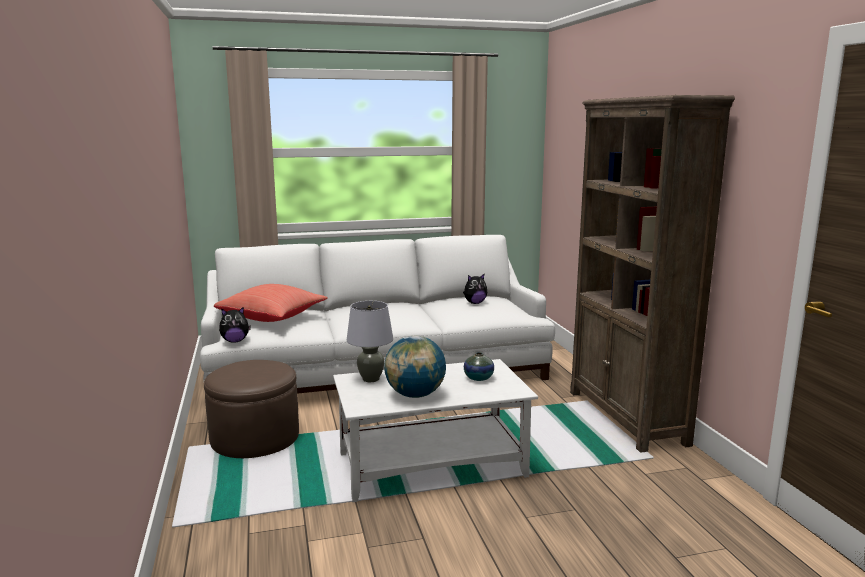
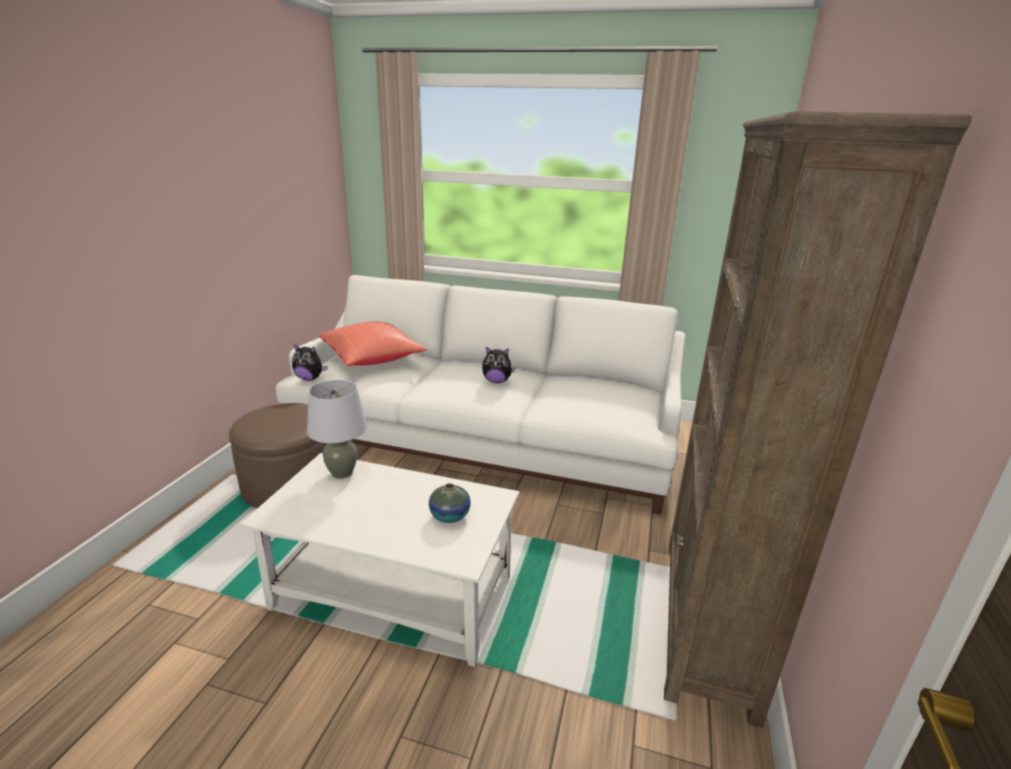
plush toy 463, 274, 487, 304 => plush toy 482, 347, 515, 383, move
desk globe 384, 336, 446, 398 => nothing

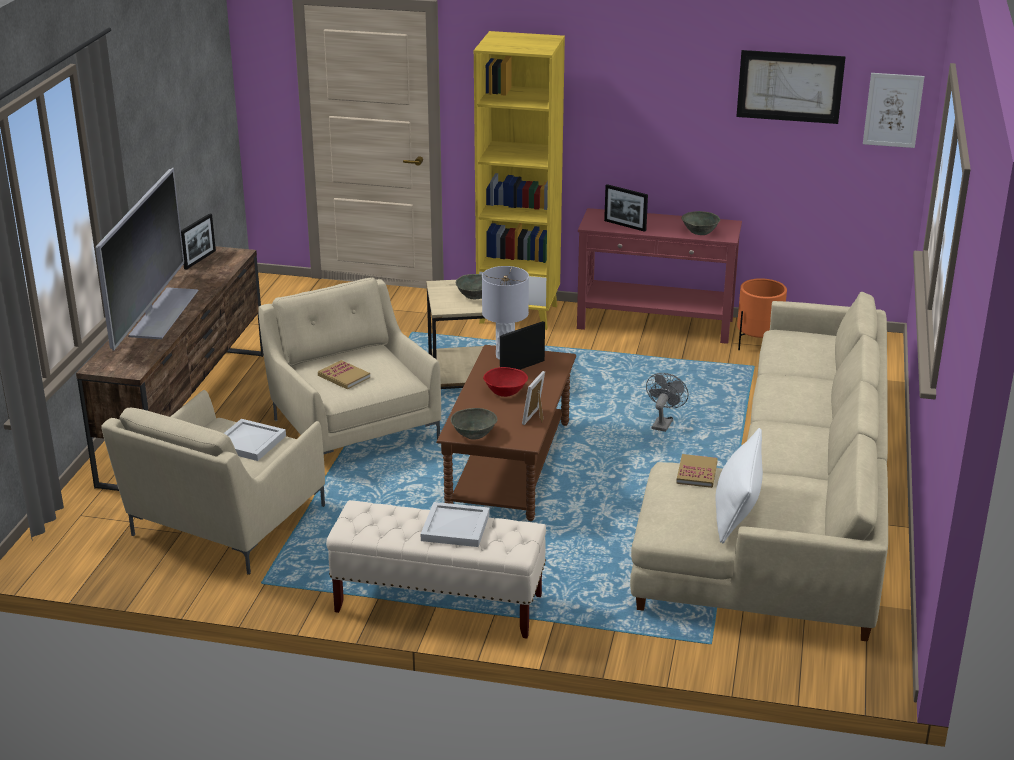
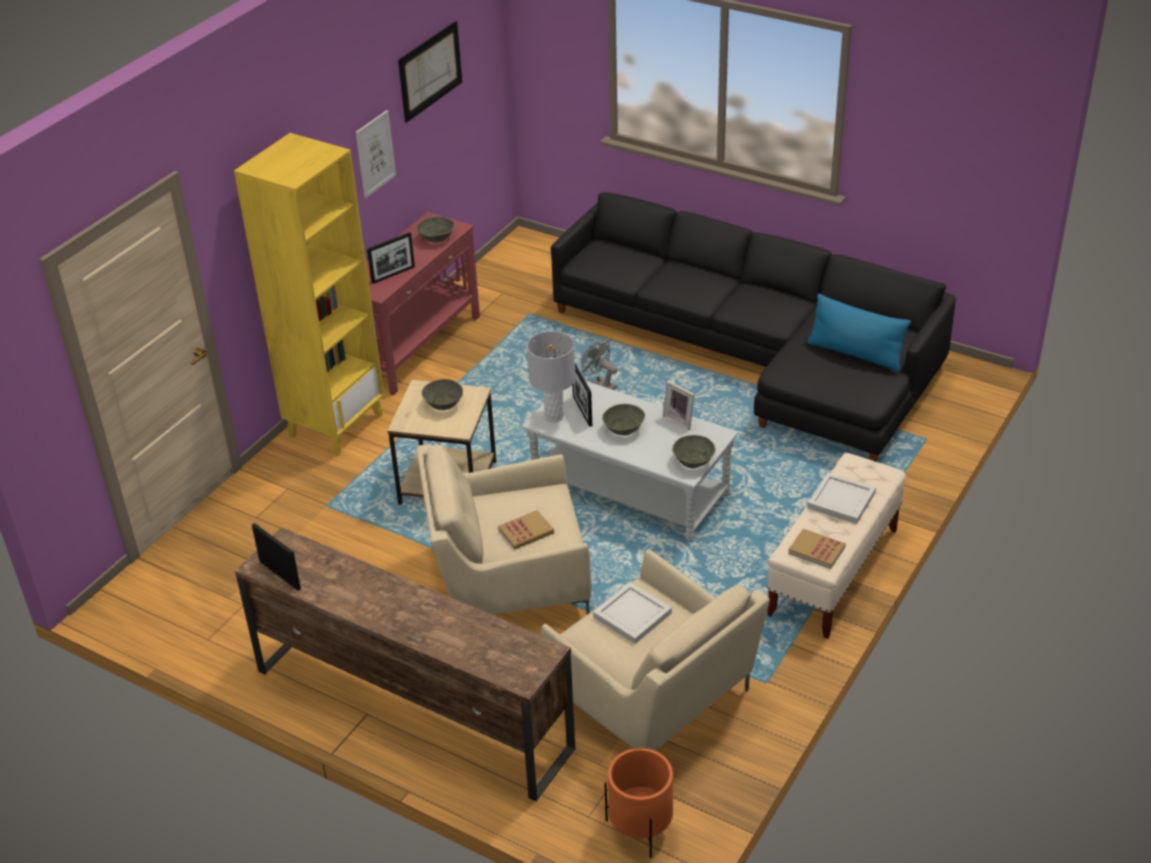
picture 863, 73, 924, 148 => picture 356, 110, 396, 198, move
coffee table in brown 436, 345, 576, 521 => coffee table in grey 521, 381, 738, 542
couch in sand-coloured 630, 292, 888, 642 => couch in black-coloured 551, 192, 956, 462
deep dish in reddish 483, 367, 528, 397 => deep dish in grey 602, 404, 645, 436
plant pot in orangey 737, 278, 787, 350 => plant pot in orangey 604, 748, 673, 858, move
volume 676, 454, 718, 488 => volume 788, 529, 846, 569, move
pillow in white 715, 428, 763, 544 => pillow in bluish 807, 294, 911, 372
TV set 96, 168, 199, 351 => nothing

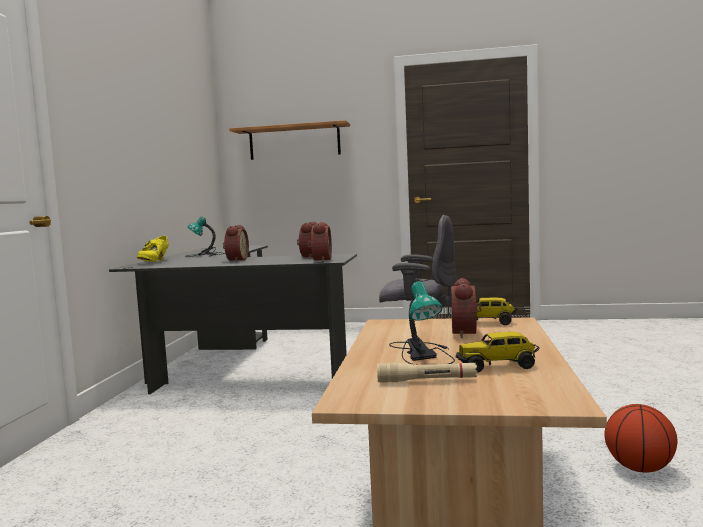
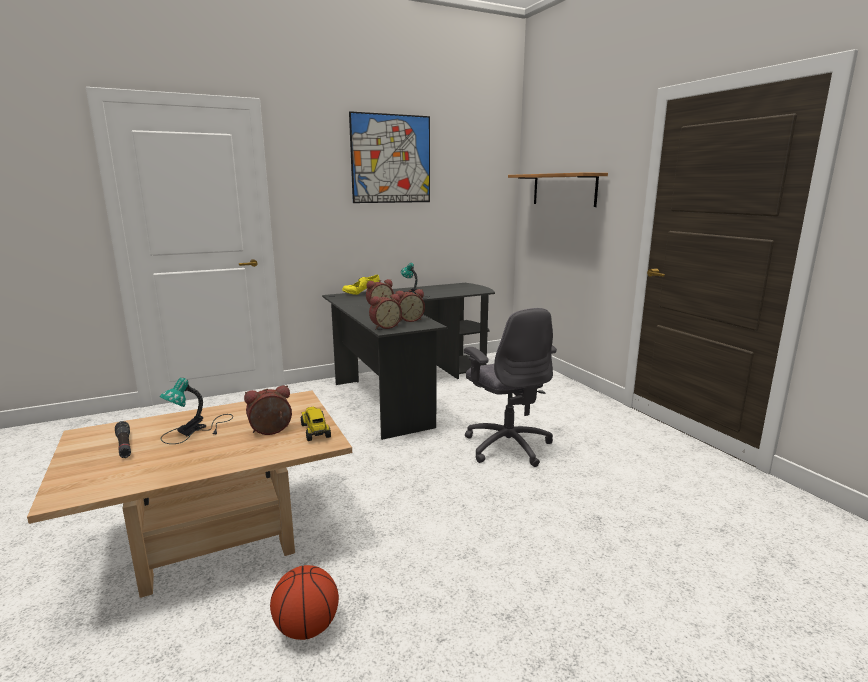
hand torch in sand-coloured 377, 363, 477, 383 => hand torch in black-coloured 115, 421, 131, 458
nothing => picture 349, 111, 430, 203
toy lorry 456, 332, 540, 373 => nothing

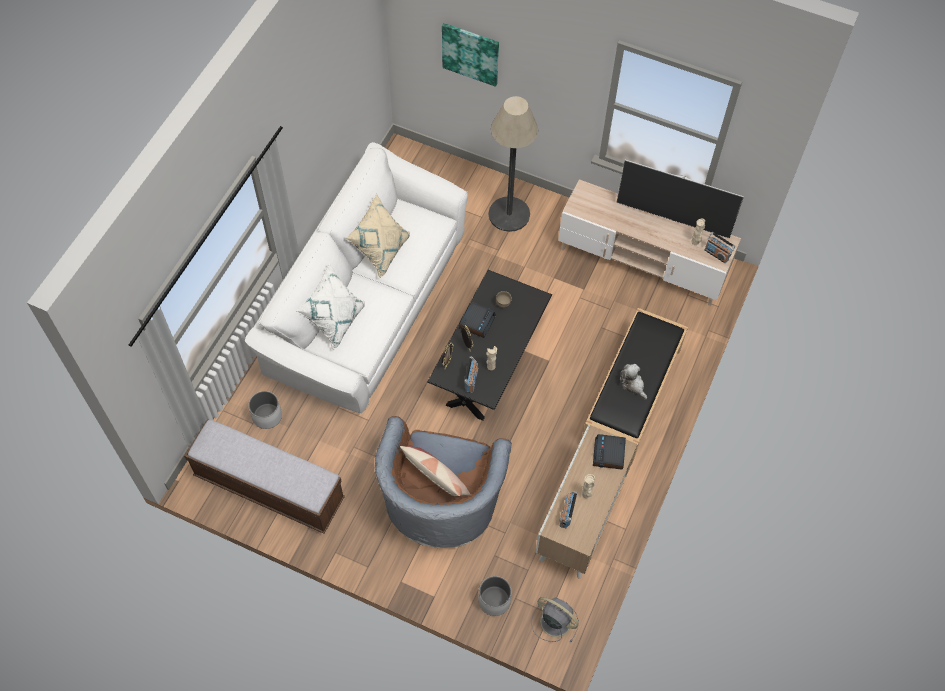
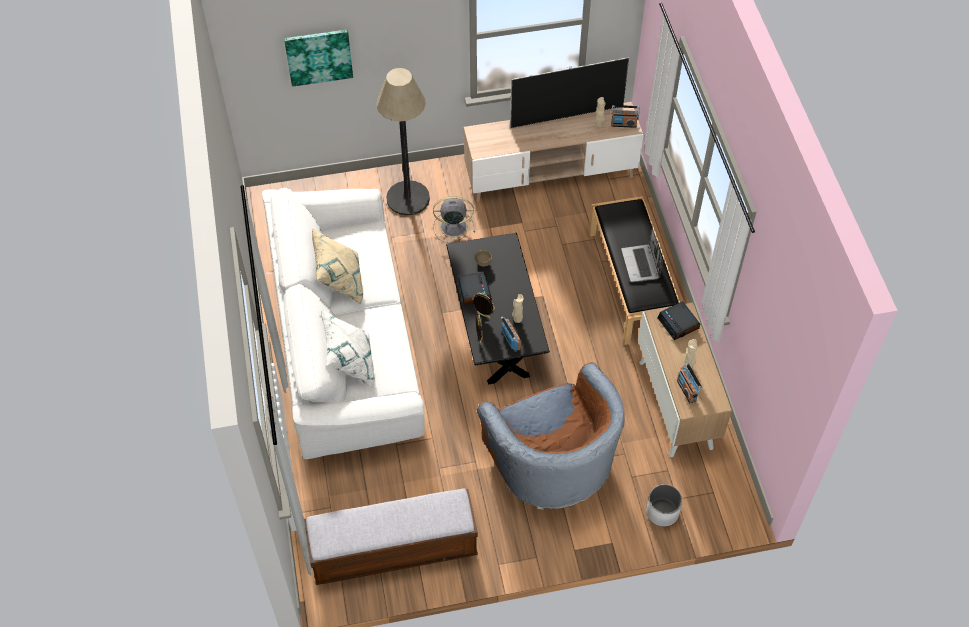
electric fan in grey 531, 597, 579, 642 => electric fan in grey 433, 196, 475, 243, move
plush toy 620, 364, 647, 400 => portable computer 621, 227, 663, 282
plant pot in white 249, 391, 282, 429 => nothing
pillow 400, 446, 470, 496 => nothing

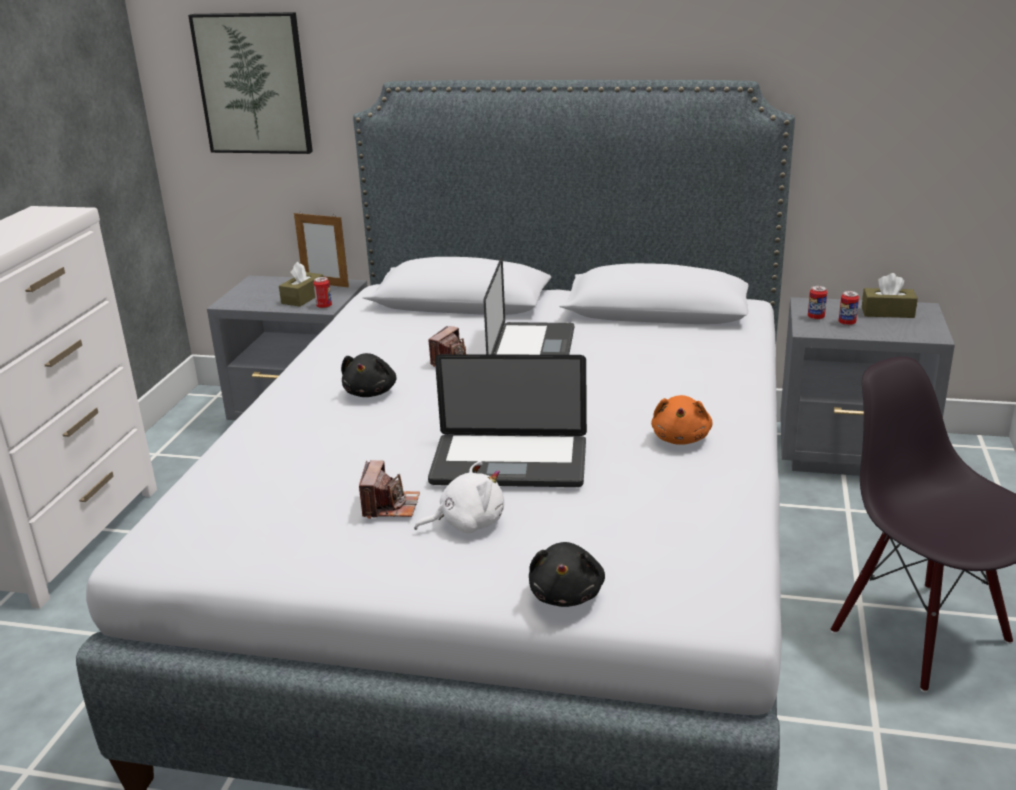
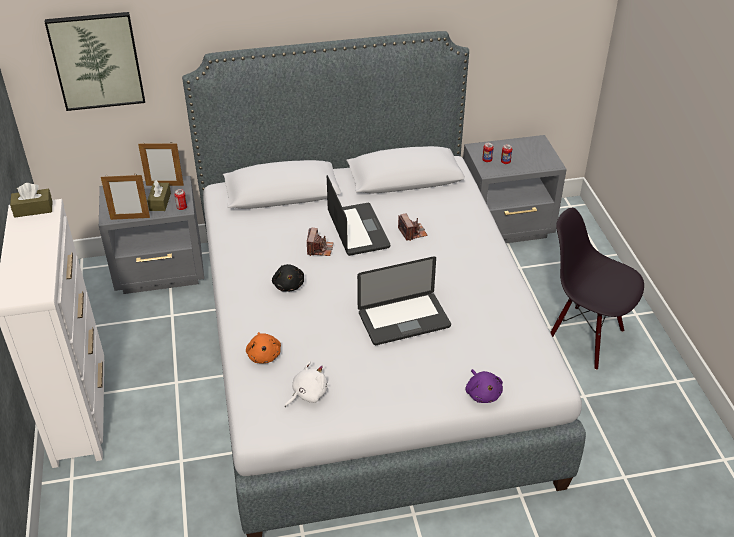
box of tissues in brown 862, 273, 918, 318 => box of tissues in brown 10, 183, 52, 218, move
nothing => picture frame 101, 175, 150, 220
plush toy in orangey 651, 395, 713, 445 => plush toy in orangey 246, 332, 281, 363, move
plush toy in white 414, 460, 504, 533 => plush toy in white 285, 362, 328, 407, move
still camera 359, 460, 420, 519 => still camera 398, 213, 428, 241, move
plush toy in black-coloured 529, 542, 605, 607 => plush toy in purple-coloured 465, 369, 503, 403

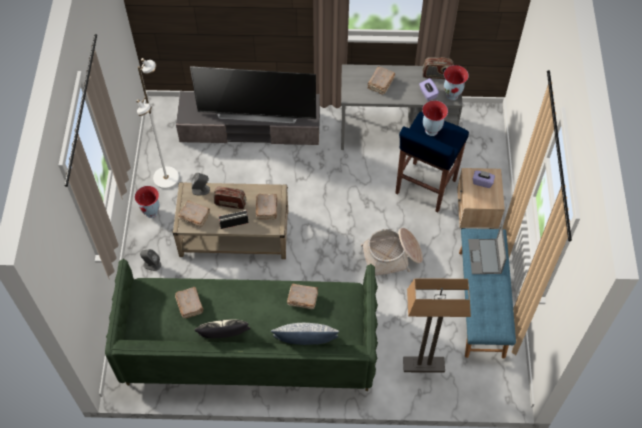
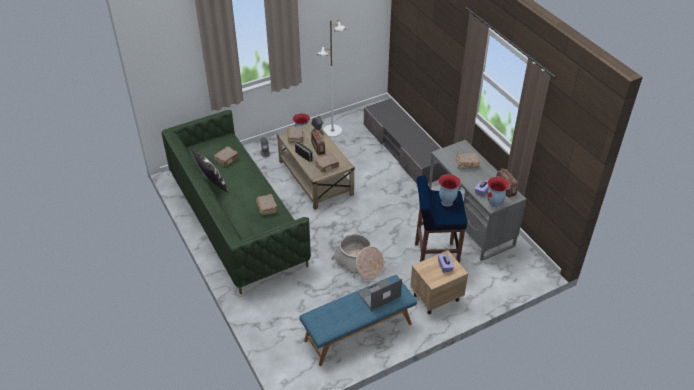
TV set 190, 66, 316, 123 => nothing
pillow 271, 323, 339, 345 => nothing
floor lamp 403, 278, 471, 373 => nothing

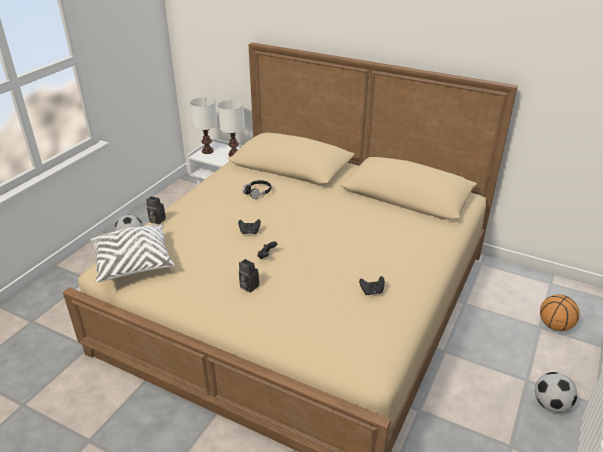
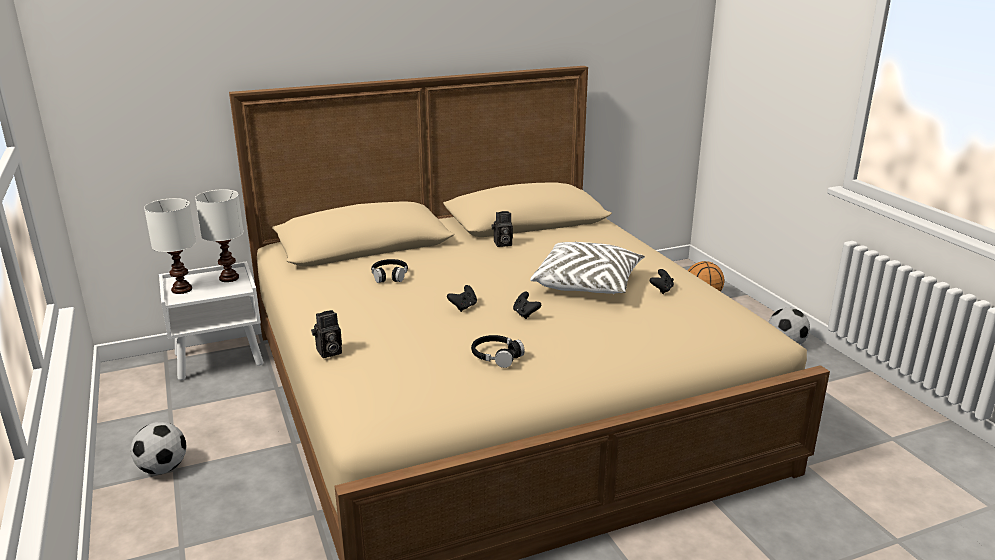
nothing => pair of headphones in black-coloured 471, 335, 525, 368
still camera 239, 259, 259, 292 => still camera 492, 211, 513, 247, move
pillow in white 90, 224, 175, 282 => pillow in white 530, 242, 645, 294, move

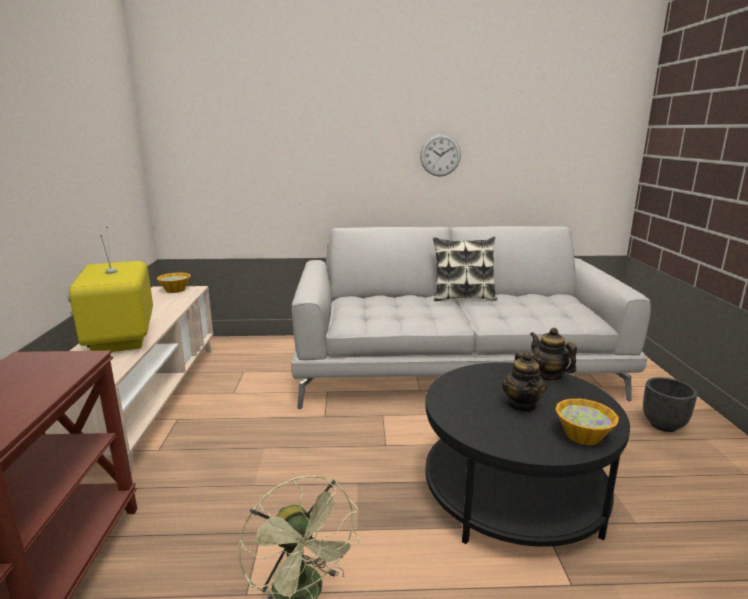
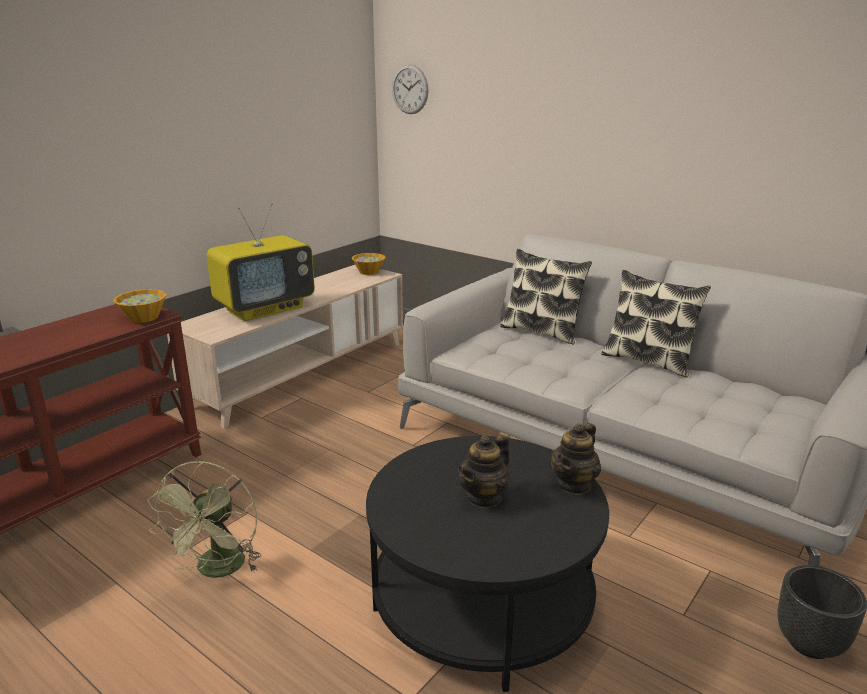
deep dish 555, 399, 619, 445 => deep dish 114, 289, 166, 323, move
TV set 67, 226, 153, 352 => TV set 206, 203, 315, 321, 150 degrees counterclockwise
hanging clock 420, 134, 461, 177 => hanging clock 392, 64, 429, 114, move
nothing => pillow 500, 249, 592, 345
tea pot 530, 327, 577, 382 => tea pot 550, 423, 601, 495, 150 degrees counterclockwise

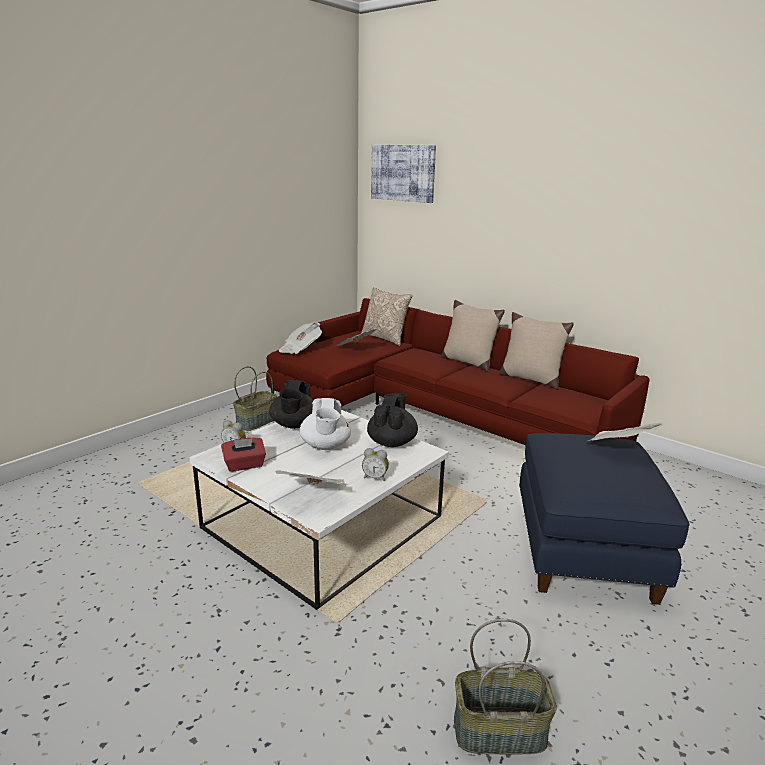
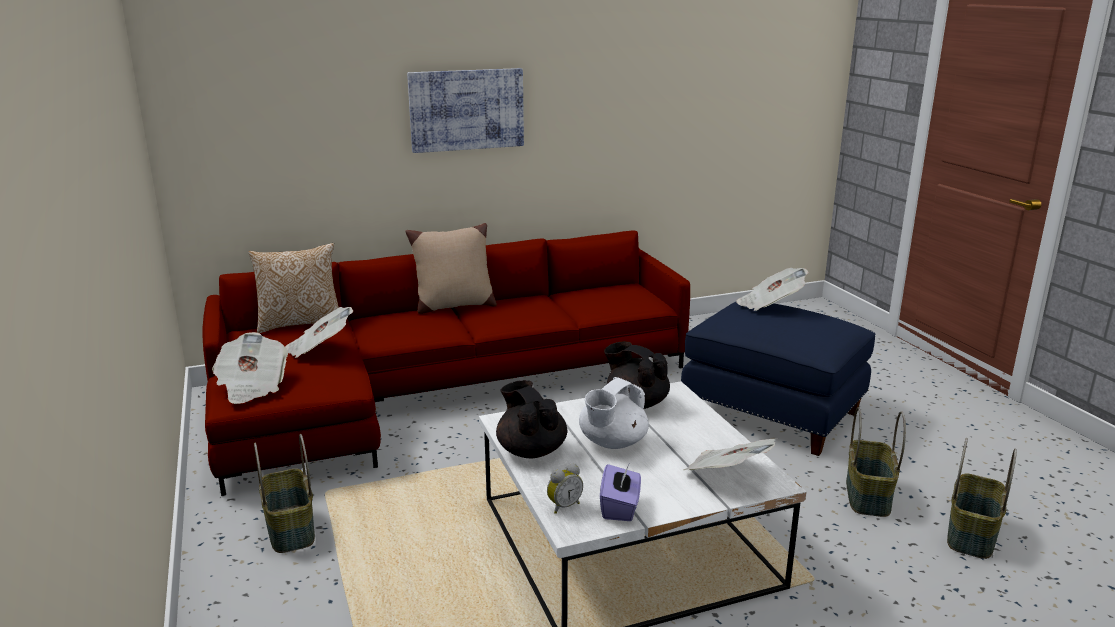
picture 371, 145, 436, 203 => picture 407, 68, 524, 153, move
tea pot in black-coloured 269, 380, 313, 429 => tea pot in black-coloured 496, 380, 567, 458, 150 degrees counterclockwise
tea pot in white 299, 398, 351, 450 => tea pot in white 579, 377, 649, 449, 105 degrees clockwise
box of tissues in reddish 221, 438, 266, 472 => box of tissues in purple-coloured 600, 464, 641, 521
nothing => basket 846, 407, 906, 517
bedside clock 362, 448, 389, 481 => nothing
pillow in sand-coloured 499, 312, 574, 390 => nothing

